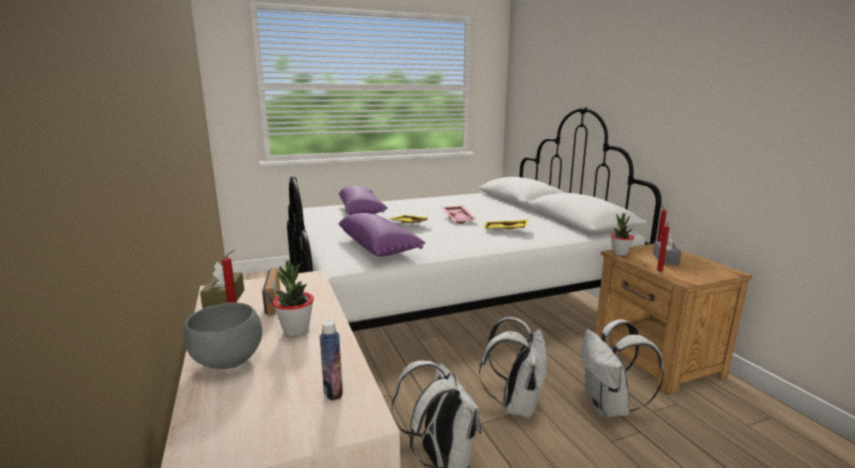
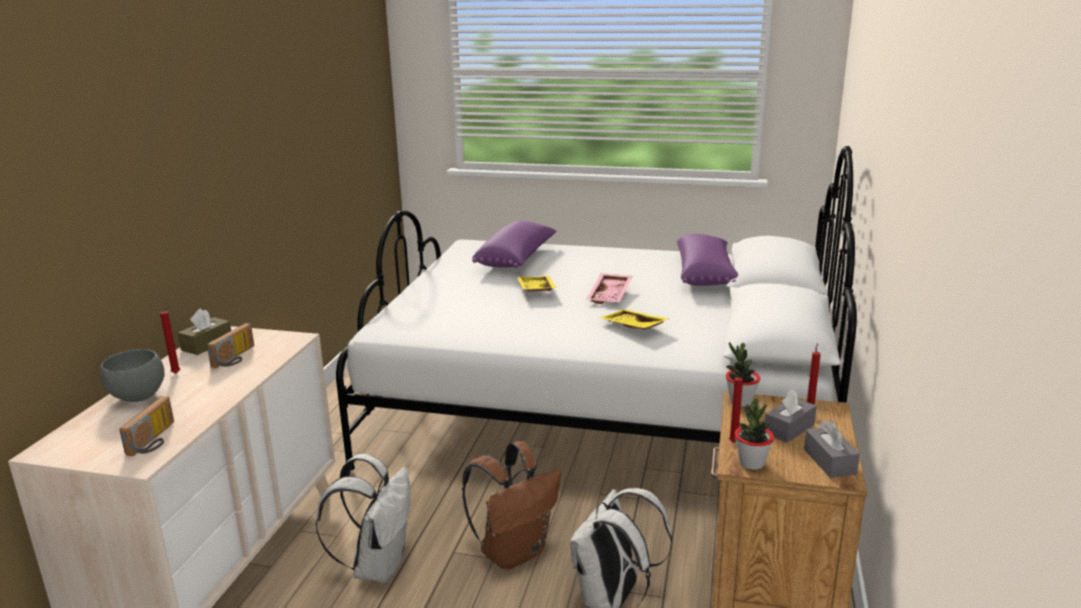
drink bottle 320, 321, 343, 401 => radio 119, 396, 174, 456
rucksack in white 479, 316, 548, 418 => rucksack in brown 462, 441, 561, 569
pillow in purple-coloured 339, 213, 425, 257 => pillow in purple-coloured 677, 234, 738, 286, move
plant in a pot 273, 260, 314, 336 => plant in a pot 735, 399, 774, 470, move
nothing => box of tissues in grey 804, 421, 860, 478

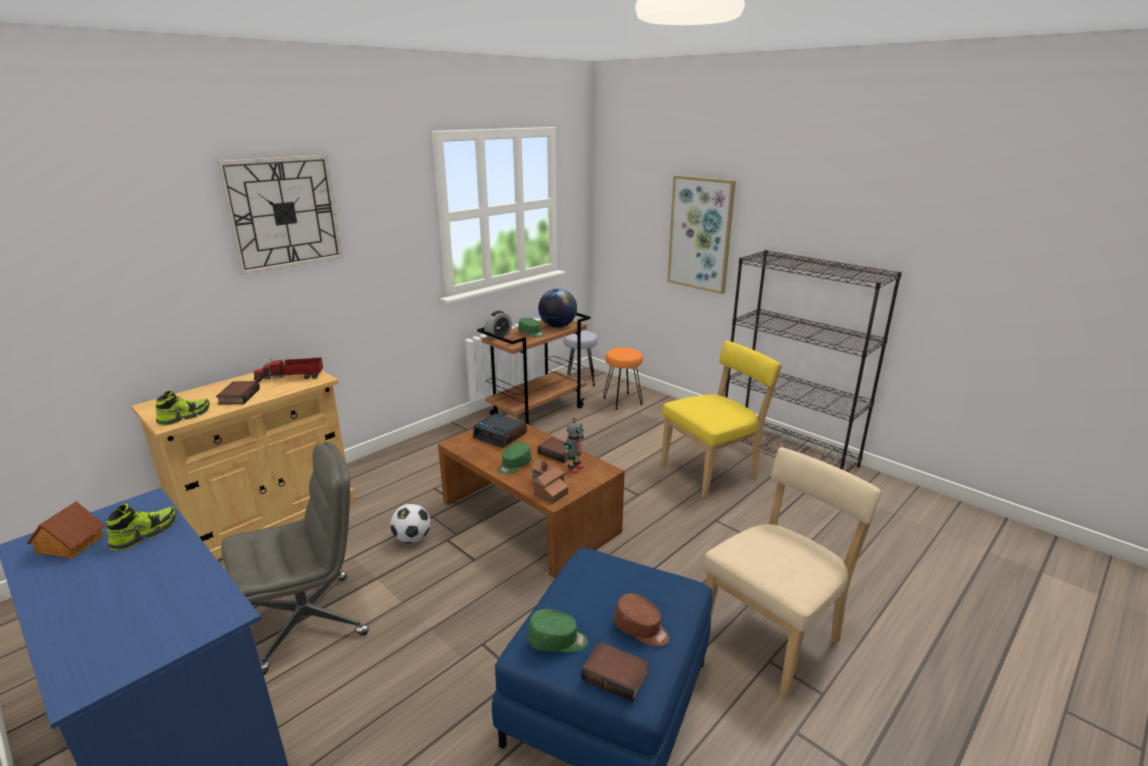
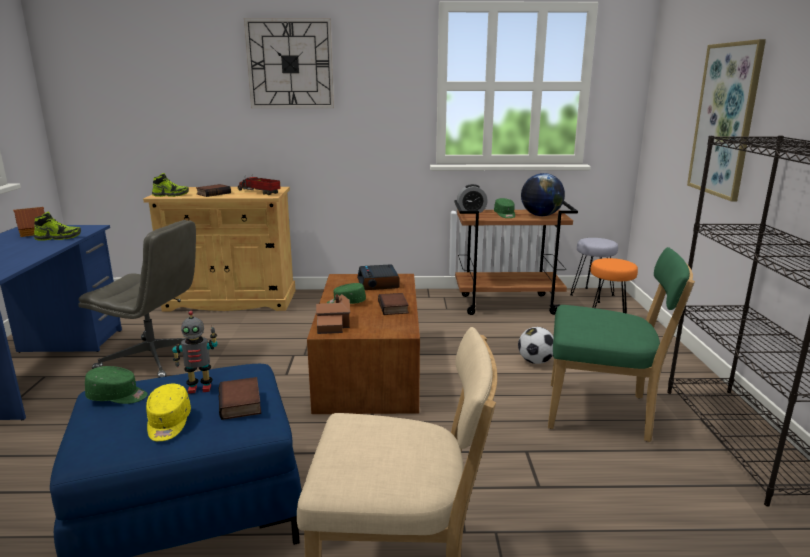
baseball cap in greenish 528, 609, 588, 653 => baseball cap in greenish 85, 366, 148, 404, 45 degrees counterclockwise
baseball cap in brown 614, 594, 669, 647 => baseball cap in yellowish 146, 384, 191, 441
toy robot 564, 417, 584, 474 => toy robot 172, 311, 218, 394, move
volume 581, 642, 649, 702 => volume 219, 377, 261, 420, move
football 390, 503, 430, 543 => football 518, 327, 553, 364, move
plain chair in yellowish 661, 340, 782, 498 => plain chair in greenish 548, 247, 695, 442

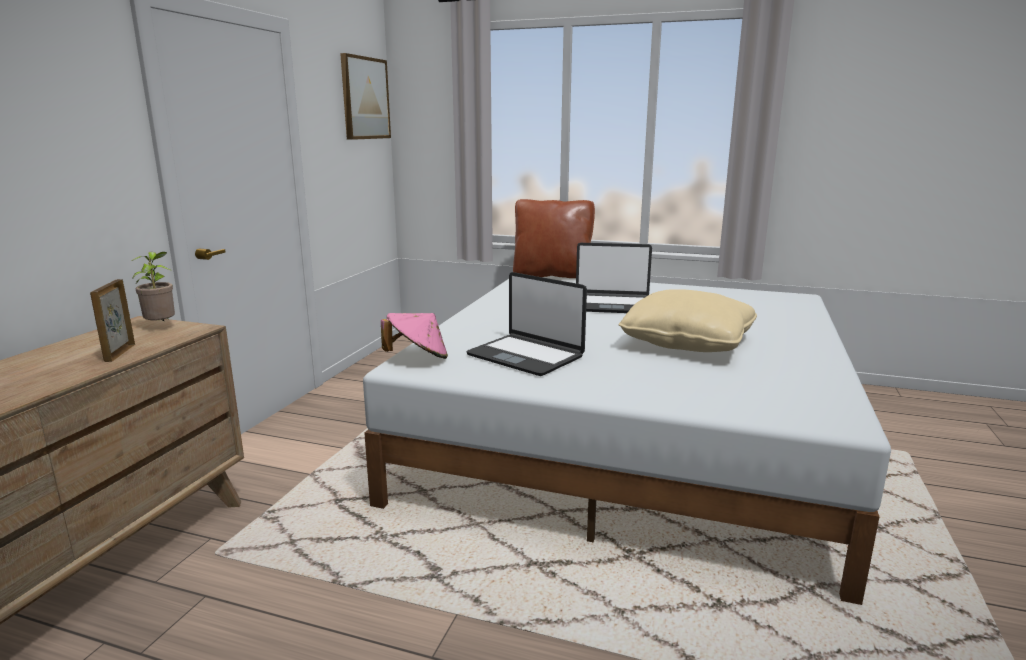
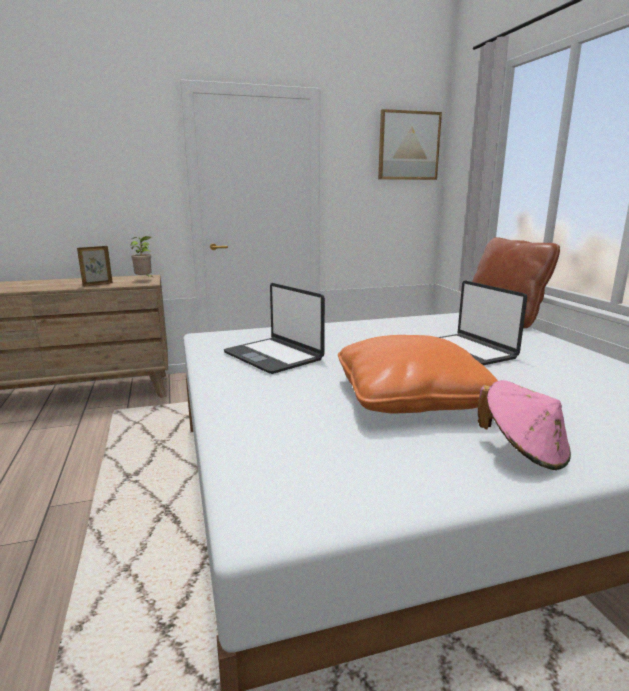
portable computer 466, 272, 587, 376 => portable computer 224, 283, 325, 374, 45 degrees counterclockwise
pillow in sand-coloured 618, 289, 757, 352 => pillow in orangey 338, 335, 498, 413
hat in pink-coloured 381, 313, 448, 359 => hat in pink-coloured 478, 380, 571, 470, move

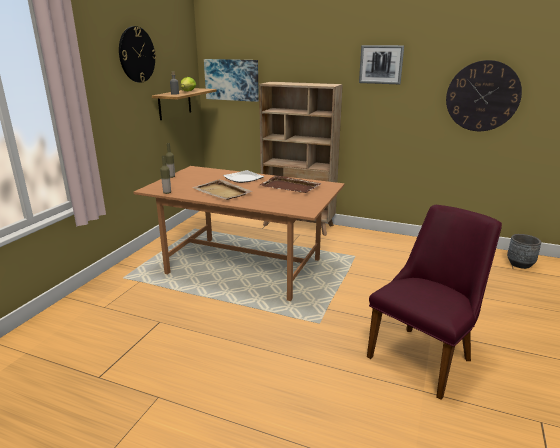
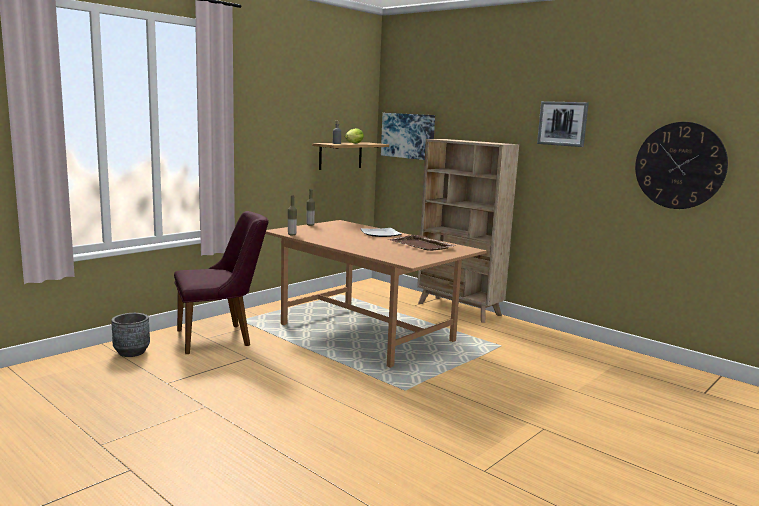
plant pot in grey 507, 234, 541, 269 => plant pot in grey 111, 313, 150, 357, move
plain chair in purple-coloured 367, 205, 502, 400 => plain chair in purple-coloured 174, 211, 269, 354, move
hanging clock 119, 26, 156, 83 => nothing
serving tray in sand-coloured 192, 179, 253, 200 => nothing

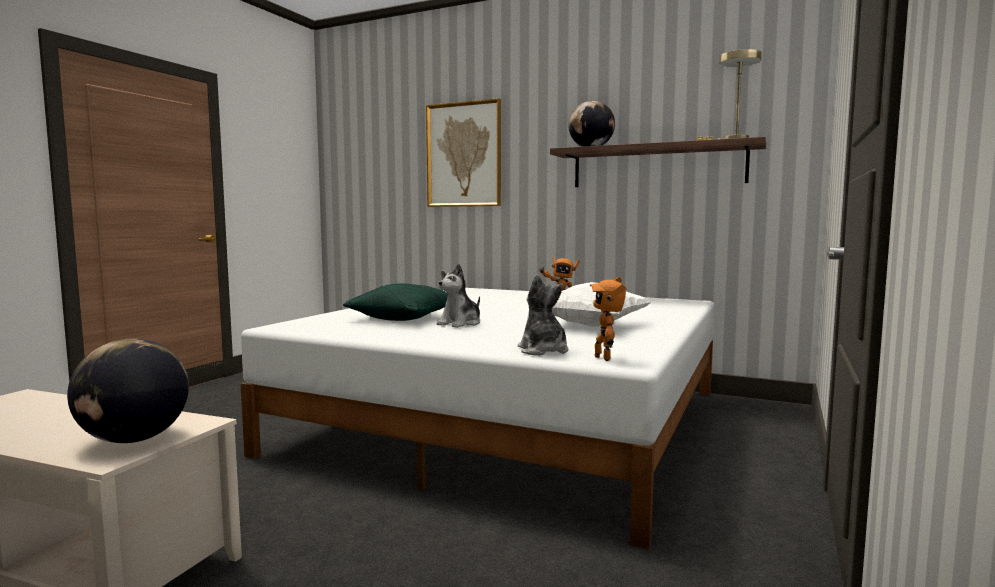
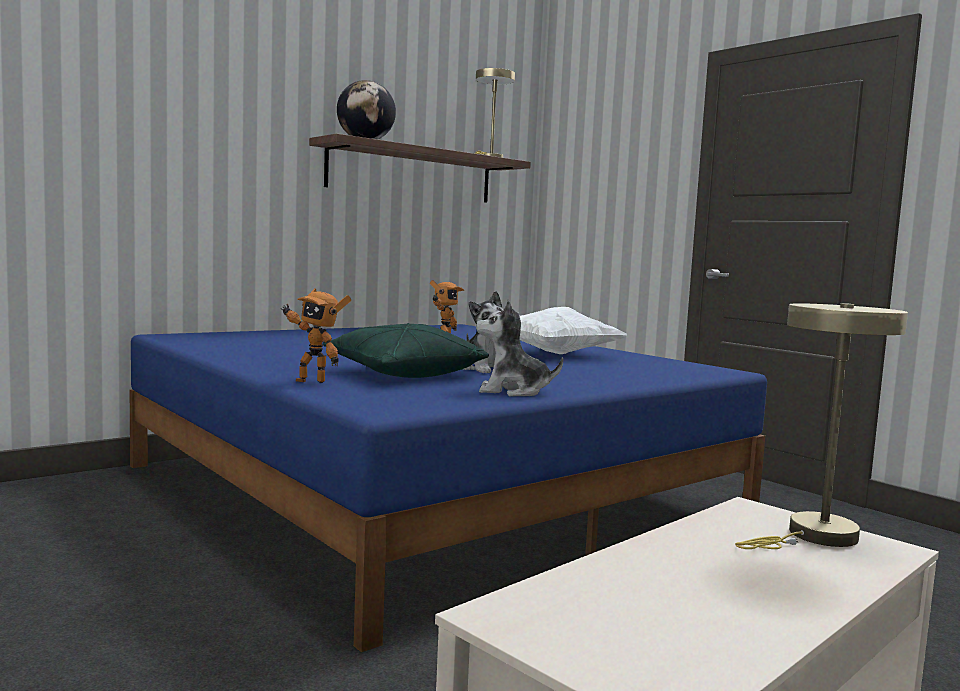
sleeping bed in white 240, 288, 715, 549 => sleeping bed in bluish 130, 324, 767, 652
toy robot 590, 277, 626, 361 => toy robot 281, 288, 351, 383, move
plush toy 518, 274, 568, 356 => plush toy 476, 299, 563, 396, move
desk globe 67, 339, 189, 443 => lamp for a table in sand-coloured 735, 303, 908, 549
picture 426, 98, 501, 207 => nothing

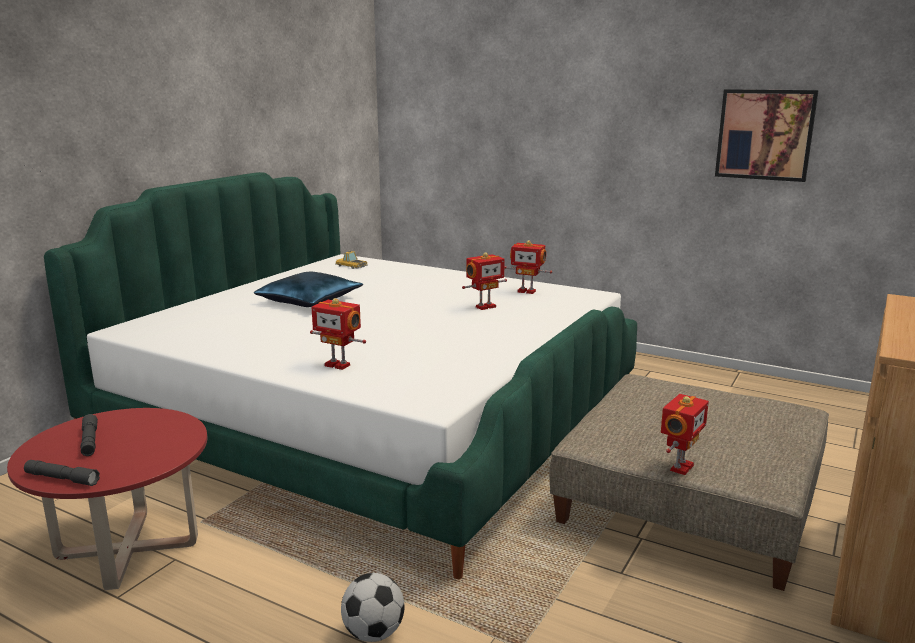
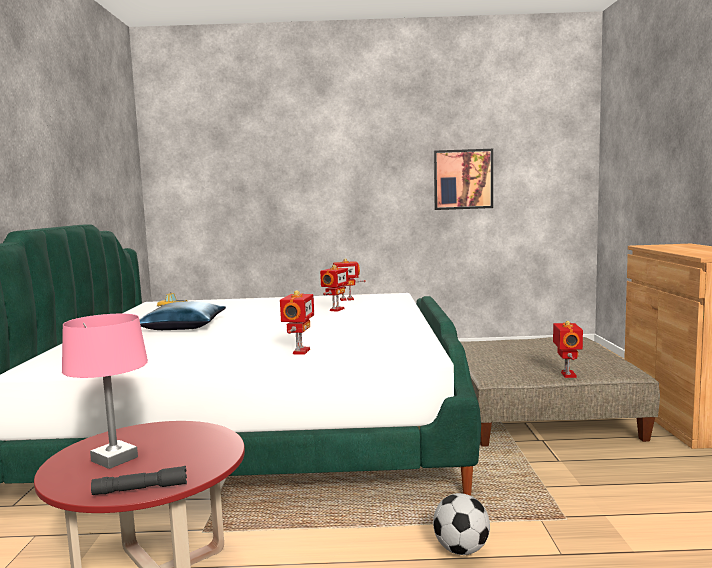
hand torch in grey 80, 414, 98, 456 => lamp for a table in pink-coloured 62, 314, 148, 469
toy robot 310, 298, 366, 370 => toy robot 280, 290, 314, 355, 75 degrees counterclockwise

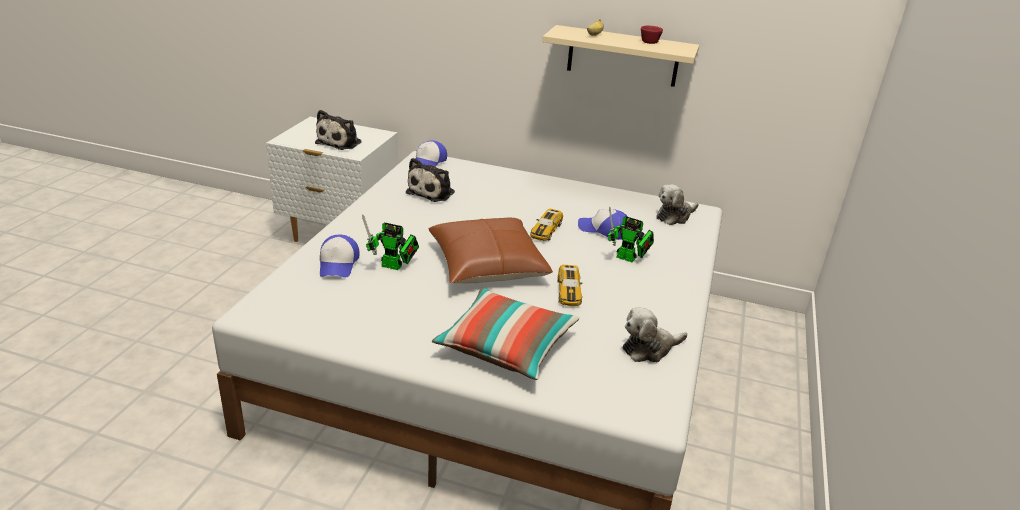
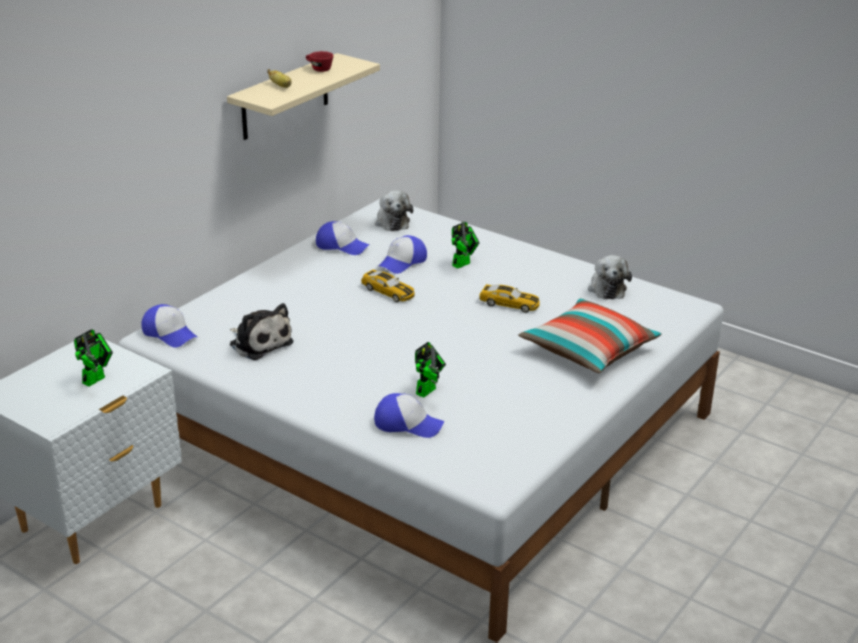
plush toy 315, 110, 361, 150 => toy robot 74, 329, 113, 387
nothing => baseball cap 316, 221, 369, 255
pillow in brown 428, 217, 553, 283 => nothing

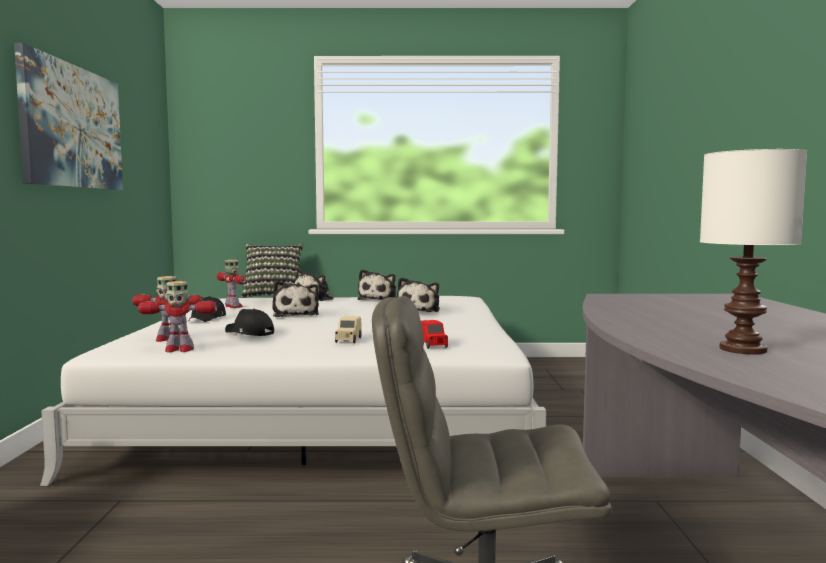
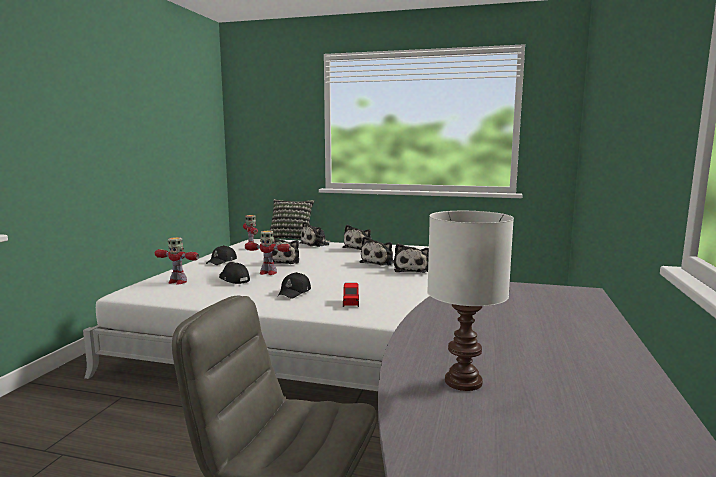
toy robot 138, 281, 217, 352 => toy robot 245, 231, 291, 275, move
model car in sand-coloured 335, 316, 362, 343 => baseball cap in black-coloured 278, 272, 311, 299
nothing => plush toy 394, 244, 429, 273
picture 14, 43, 123, 190 => nothing

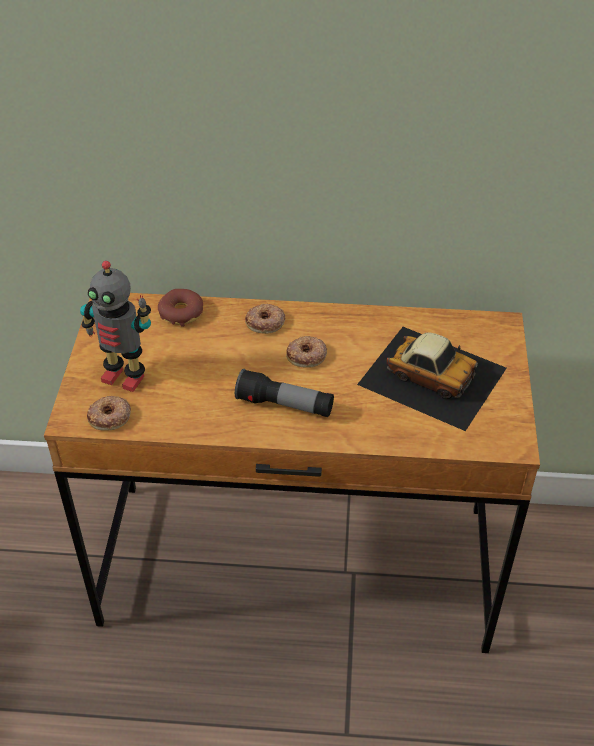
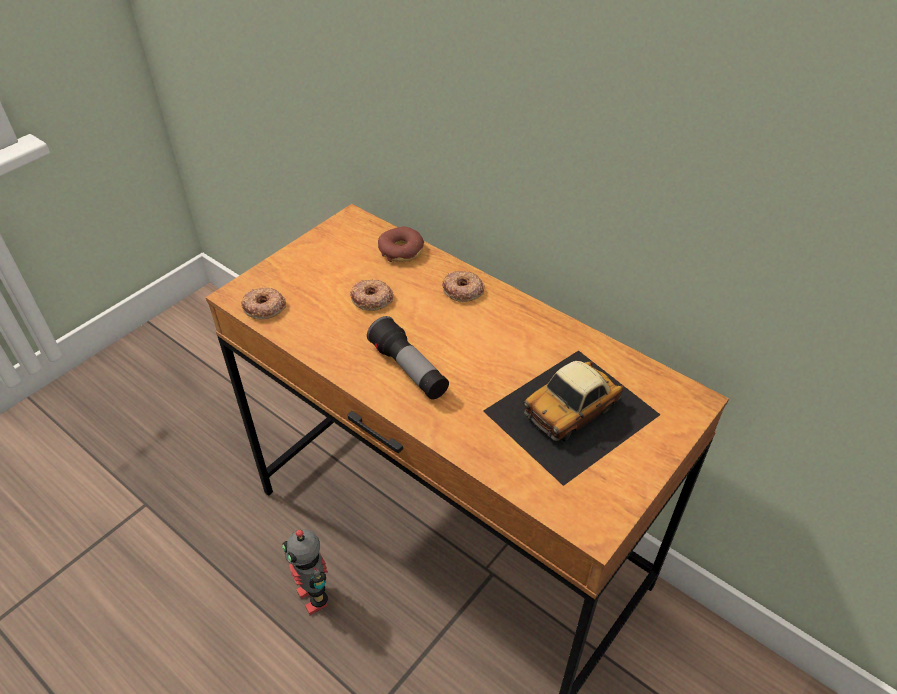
toy robot 80, 261, 151, 392 => toy robot 282, 529, 328, 615, move
doughnut 286, 336, 327, 368 => doughnut 350, 280, 393, 311, move
model car 357, 327, 506, 431 => model car 483, 350, 660, 486, 75 degrees clockwise

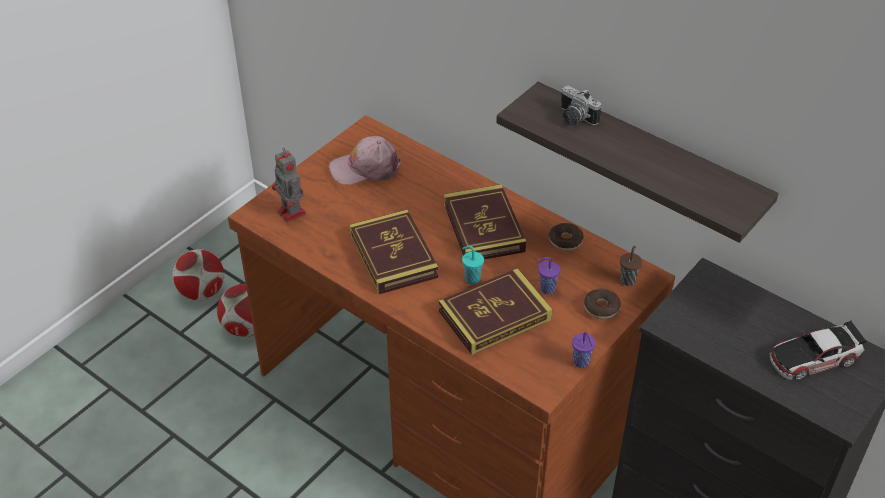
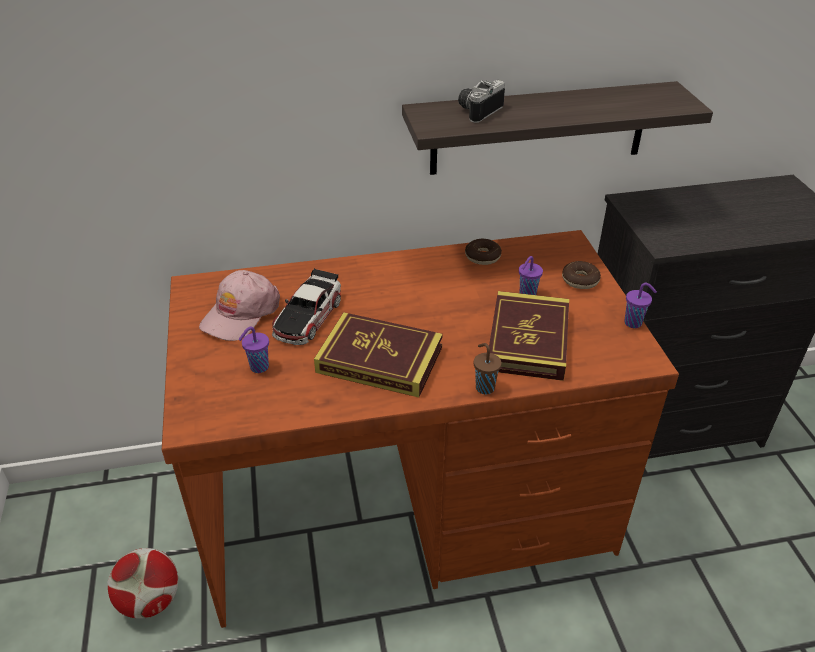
nothing => cup in purple-coloured 239, 327, 269, 373
model car 769, 320, 866, 380 => model car 272, 269, 341, 345, move
still camera 561, 86, 601, 125 => still camera 458, 80, 505, 123, 135 degrees clockwise
cup in brown 620, 246, 642, 286 => cup in brown 474, 343, 502, 394, move
football 172, 249, 224, 300 => nothing
toy robot 272, 148, 307, 223 => nothing
volume 444, 184, 526, 260 => nothing
cup in turquoise-coloured 462, 246, 484, 284 => nothing

